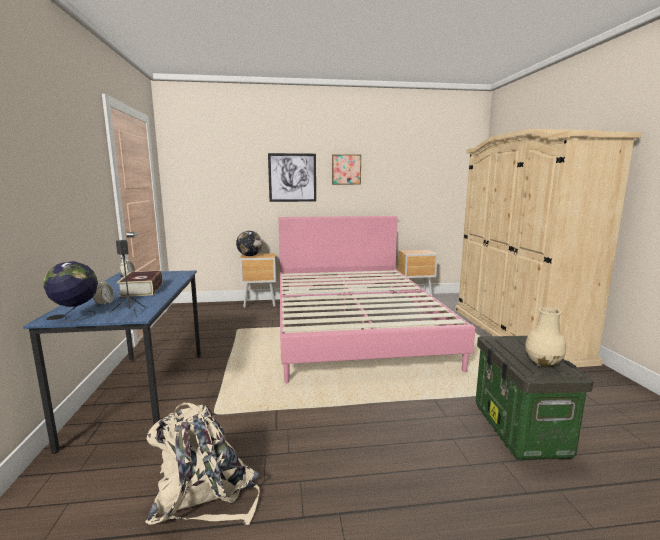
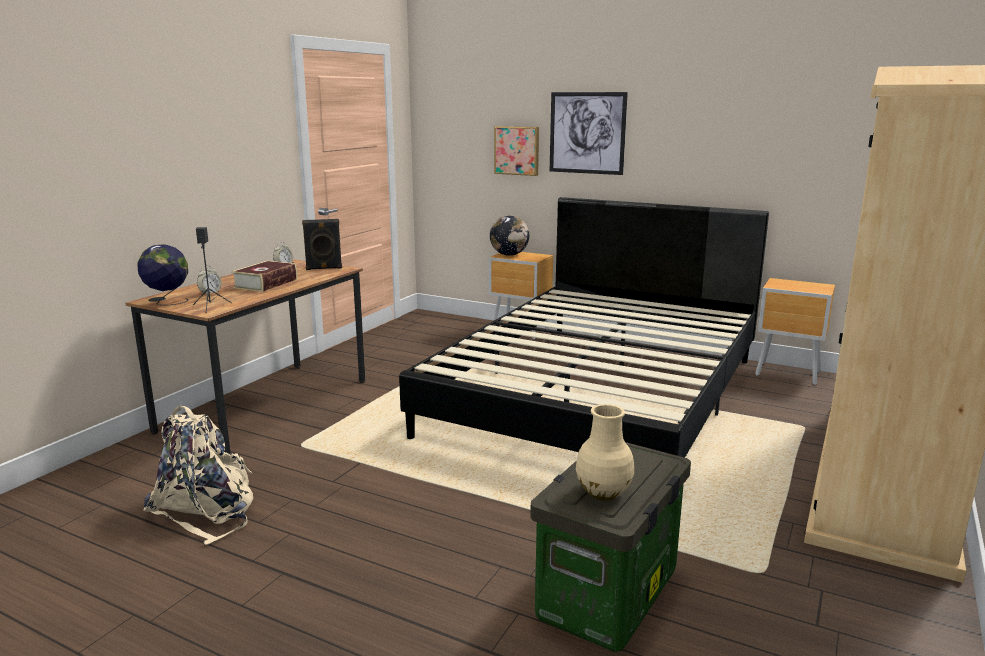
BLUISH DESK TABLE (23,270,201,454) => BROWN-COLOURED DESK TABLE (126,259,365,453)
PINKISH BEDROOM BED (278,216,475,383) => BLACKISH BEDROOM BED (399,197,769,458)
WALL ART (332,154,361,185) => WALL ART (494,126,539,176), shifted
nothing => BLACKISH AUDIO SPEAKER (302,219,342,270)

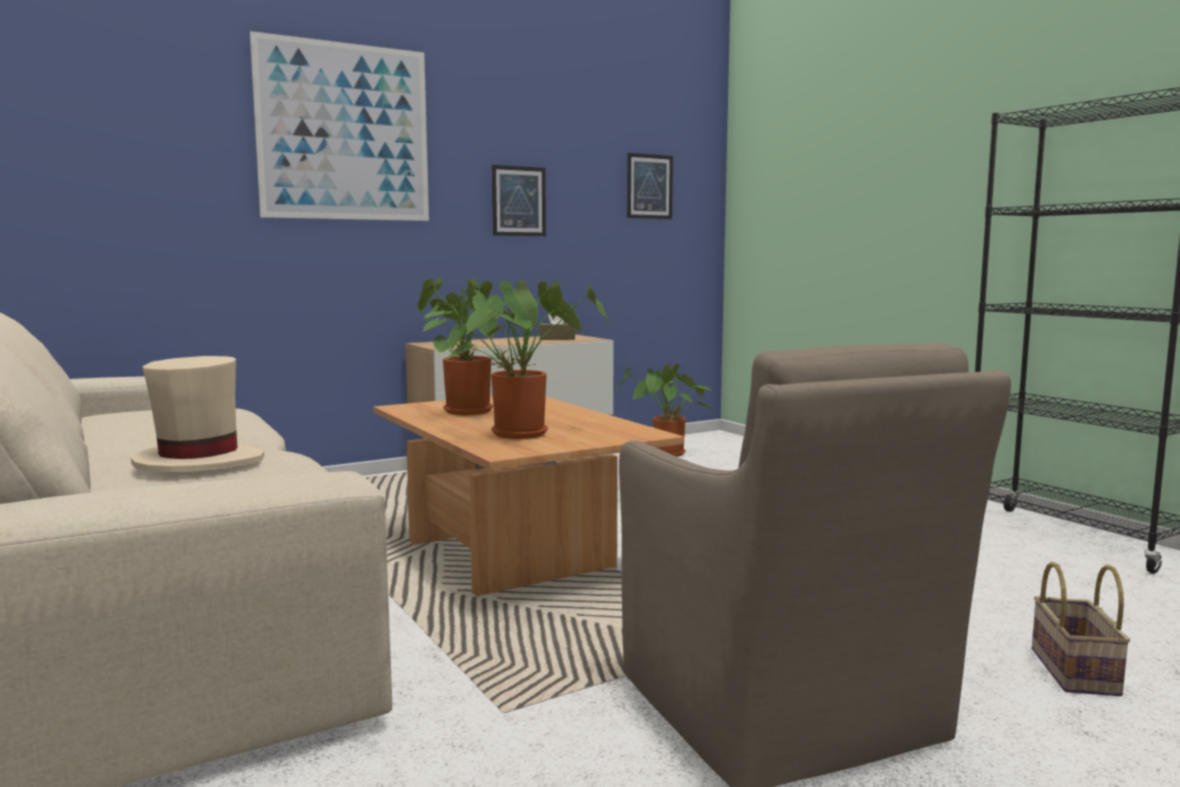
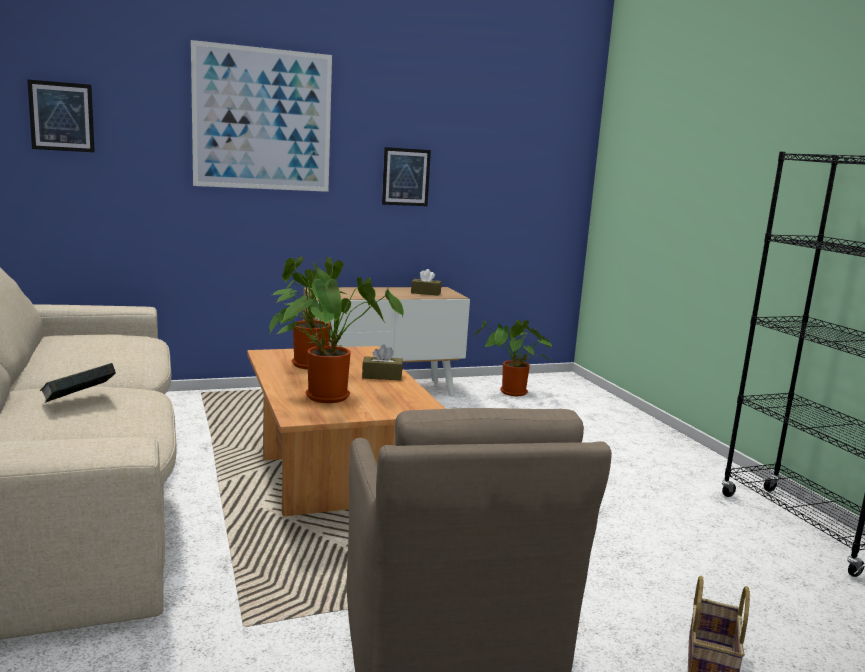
BEIGE WEARABLE HAT (131,356,264,472) => BOOK (40,363,116,403)
WALL ART (627,153,673,219) => WALL ART (27,79,95,152), shifted
nothing => BROWN-COLOURED BOX OF TISSUES (362,345,403,380)

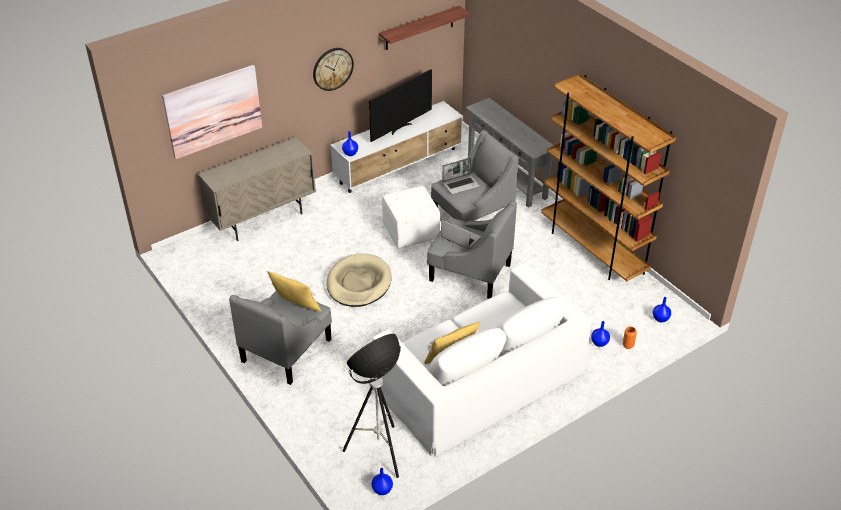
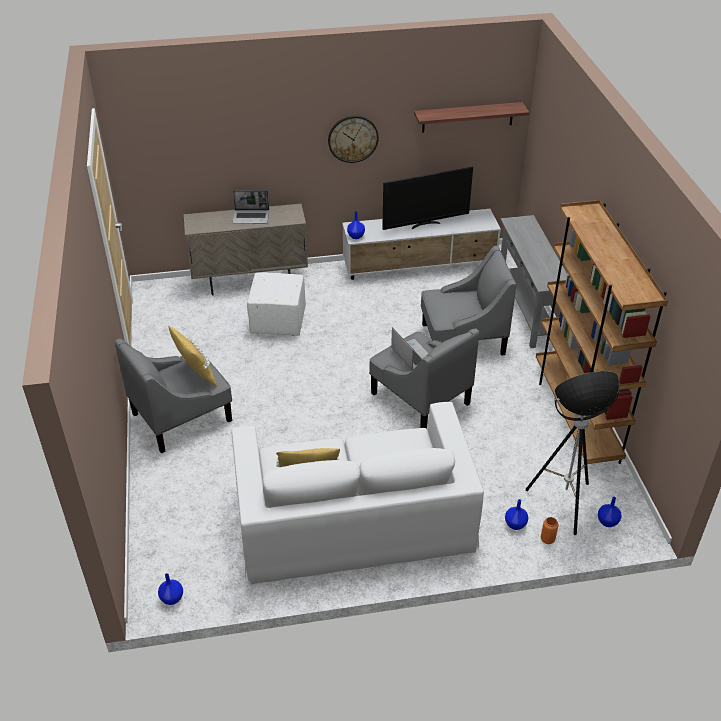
WALL ART (162,65,262,159) => nothing
BEIGE DOG BED (326,254,392,307) => nothing
STANDARD LAMP (342,333,401,478) => STANDARD LAMP (525,371,619,535), shifted
WHITISH FOOTREST (382,186,440,249) => WHITISH FOOTREST (247,273,306,336), shifted
PORTABLE COMPUTER (442,158,480,194) => PORTABLE COMPUTER (232,190,269,223), shifted

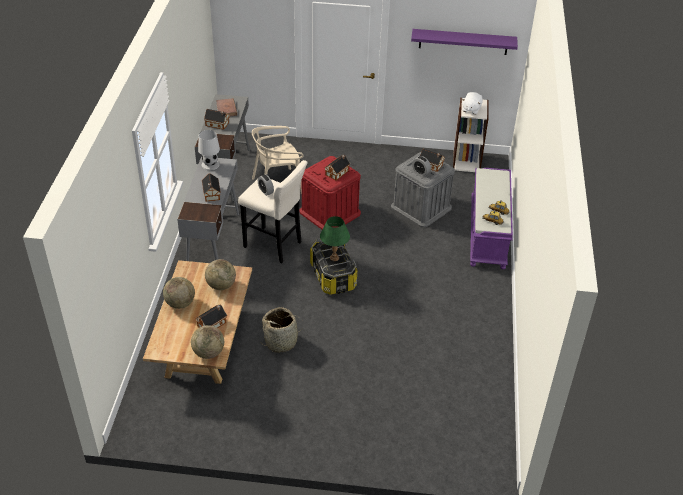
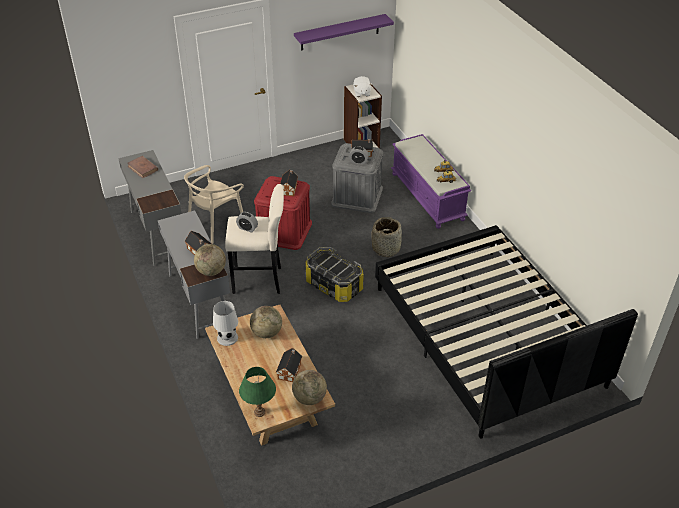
WORLD GLOBE (163,277,195,309) => WORLD GLOBE (194,244,226,276), shifted
WHITISH TABLETOP LAMP (198,130,220,171) => WHITISH TABLETOP LAMP (213,301,238,346), shifted
TOY HOUSE (204,109,230,130) => nothing
BASKET (261,307,303,353) => BASKET (371,217,402,257), shifted
GREEN-COLOURED TABLETOP LAMP (320,216,350,261) => GREEN-COLOURED TABLETOP LAMP (239,367,276,417), shifted
nothing => BLACKISH BEDROOM BED (375,225,638,439)

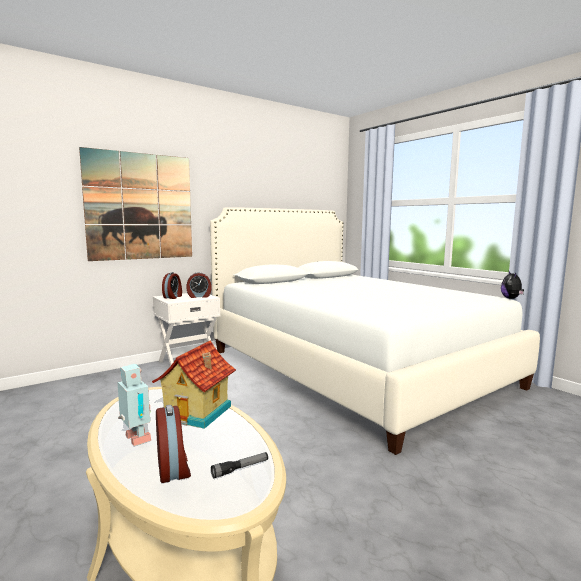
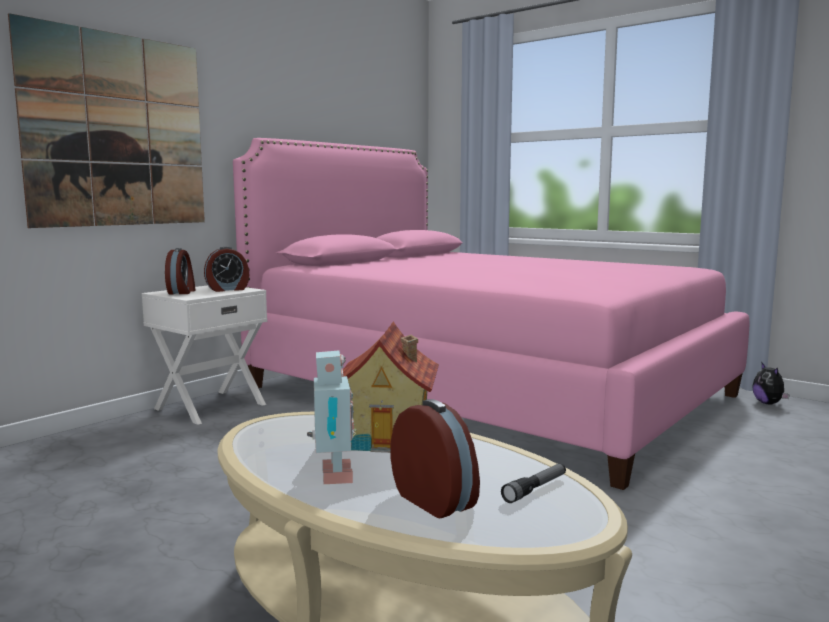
ROBOT FIGURE (118,364,151,446) => ROBOT FIGURE (307,350,357,484), 45 degrees clockwise
WHITISH BEDROOM BED (210,207,540,455) => PINKISH BEDROOM BED (233,138,749,490)
SOFT TOY (501,271,524,299) => SOFT TOY (752,363,790,405), shifted

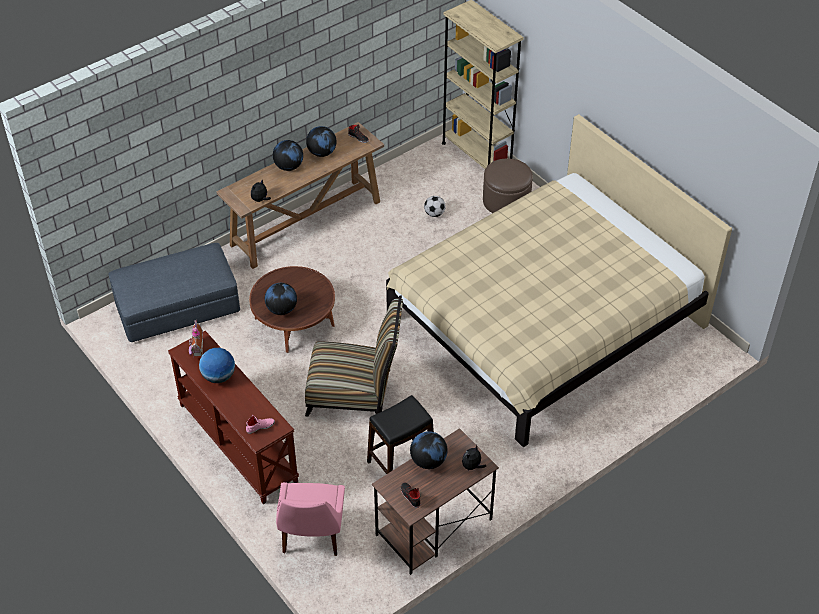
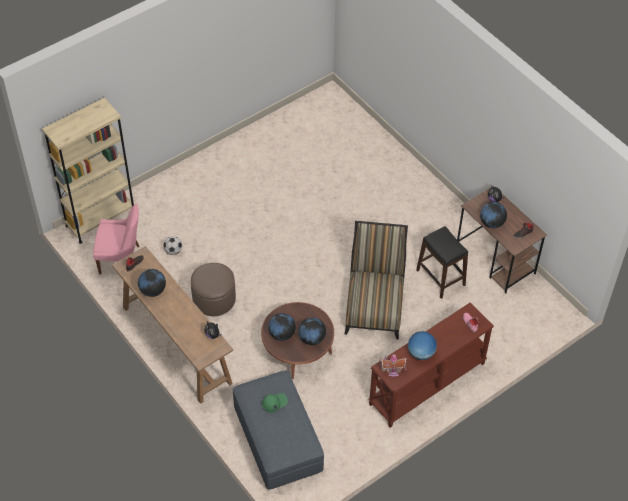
WORLD GLOBE (273,140,303,171) => WORLD GLOBE (268,313,296,341), shifted
PINKISH CHAIR (276,482,345,556) => PINKISH CHAIR (93,203,139,274), shifted
BEIGE BEDROOM BED (386,114,732,447) => nothing
BROWN-COLOURED FOOTREST (483,159,533,213) => BROWN-COLOURED FOOTREST (191,263,236,316), shifted
nothing => GREEN-COLOURED CAP (262,393,288,413)

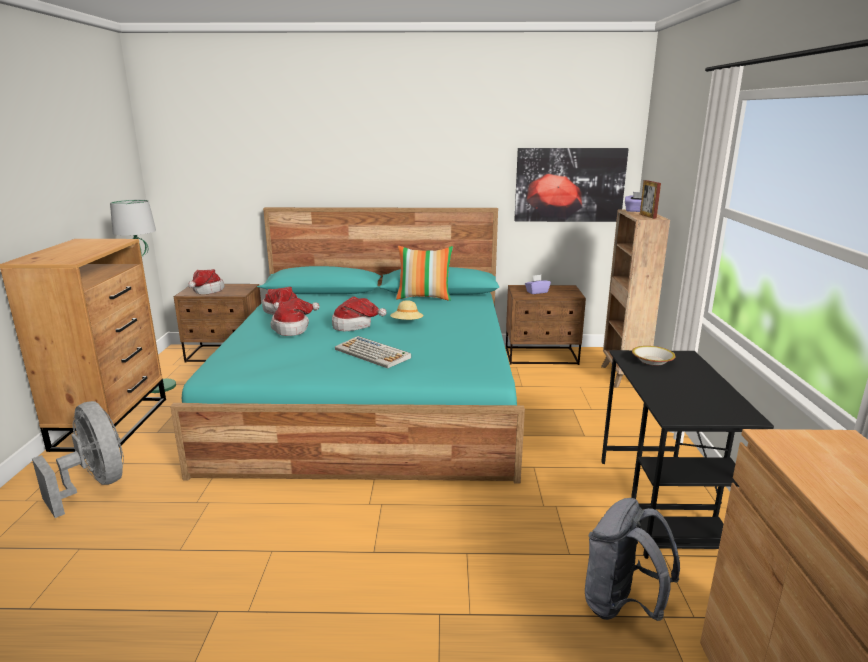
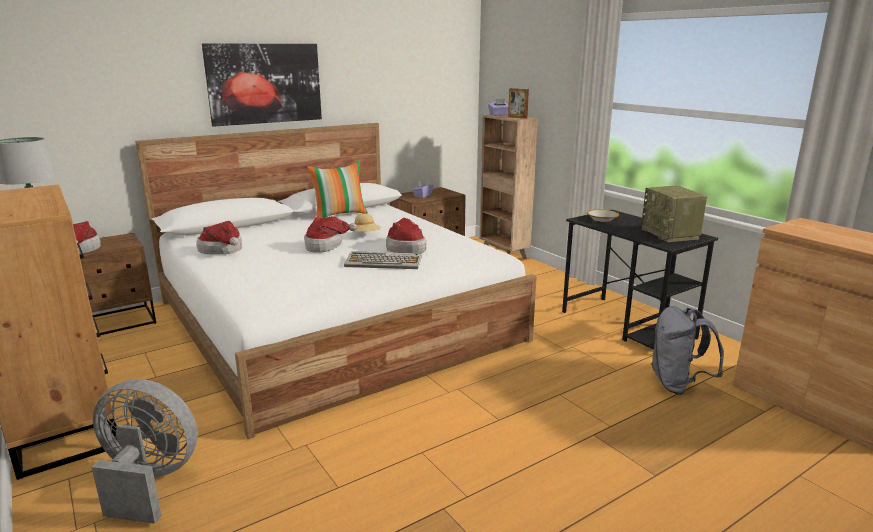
BLUE-GREEN BEDROOM BED (170,207,525,484) => WHITISH BEDROOM BED (135,123,537,439)
WEARABLE HAT (270,298,320,336) => WEARABLE HAT (386,218,427,253), shifted
WALL ART (514,148,629,222) => WALL ART (202,43,322,127), shifted
nothing => RADIO RECEIVER (641,186,707,242)

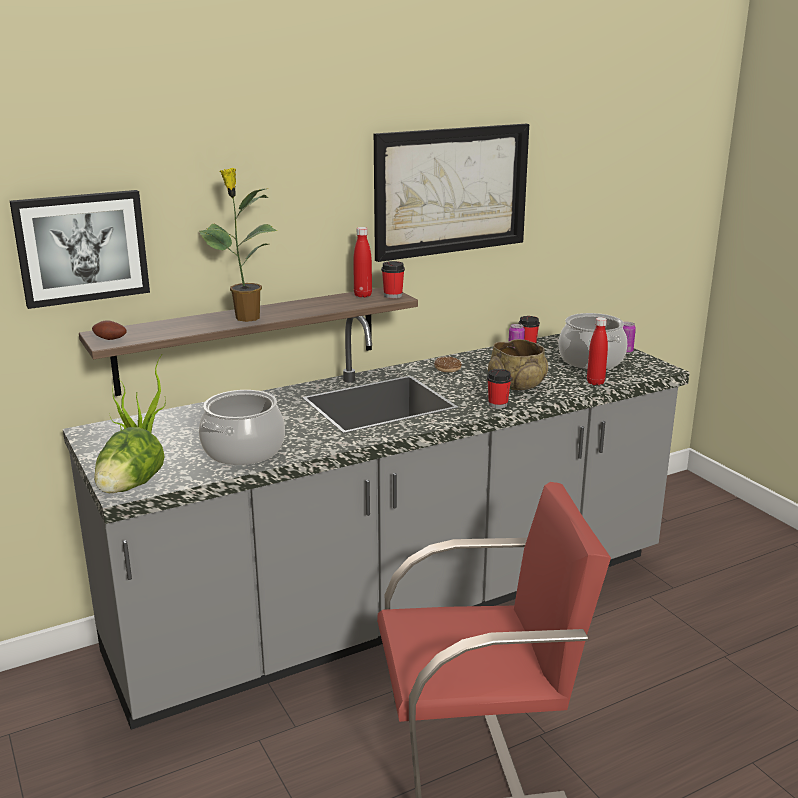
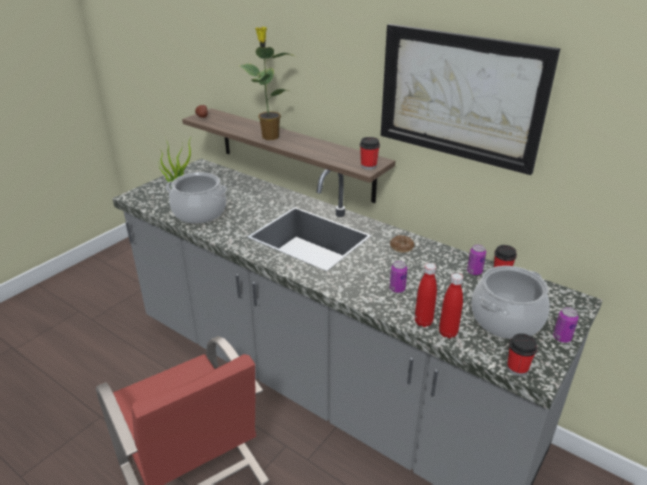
WALL ART (10,190,150,309) => nothing
LETTUCE (94,427,165,493) => nothing
RED-COLOURED BEVERAGE BOTTLE (353,227,372,297) => RED-COLOURED BEVERAGE BOTTLE (415,263,437,327), shifted
SMALL CUP (487,369,512,408) => SMALL CUP (507,333,538,376), shifted
BEIGE BOWL (488,339,548,390) => SEALED CAN (390,261,407,293)

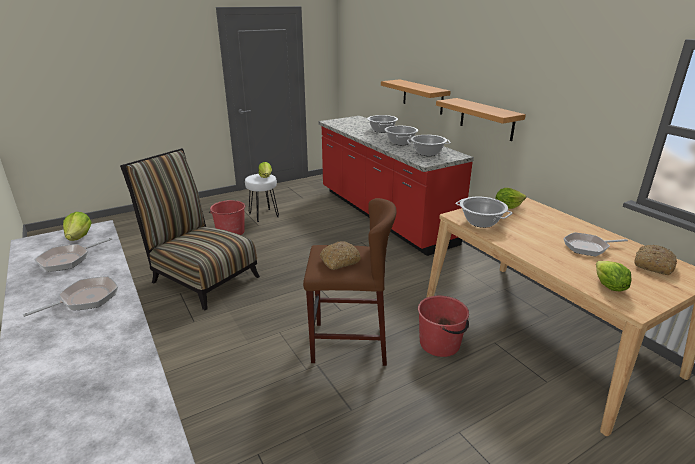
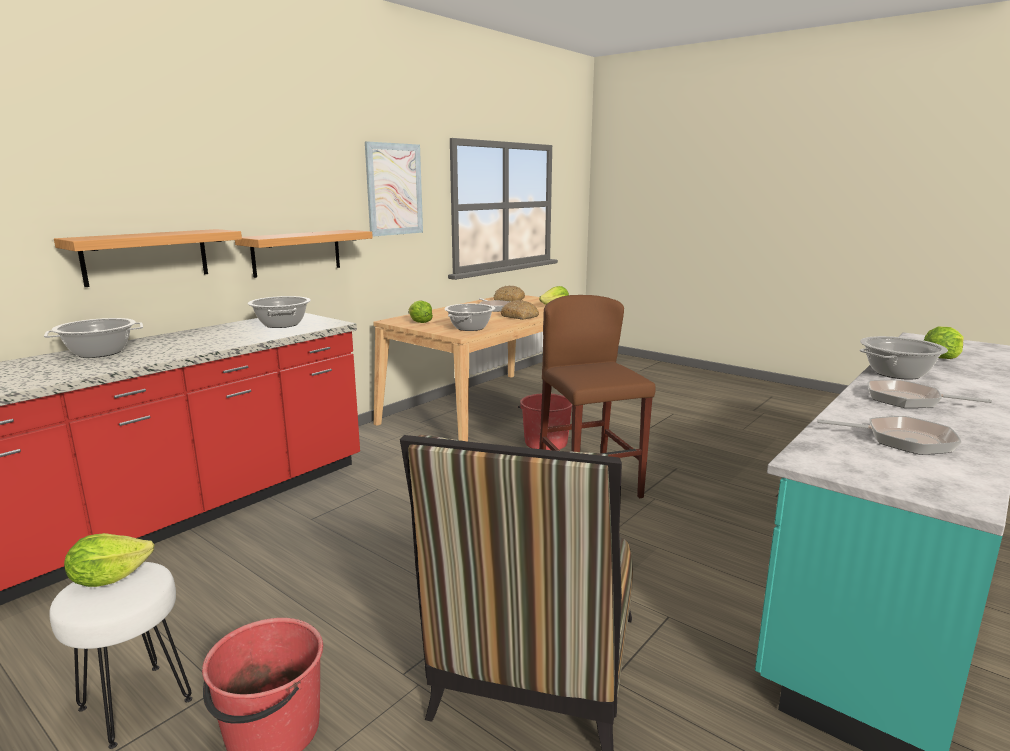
LETTUCE (63,212,92,241) => LETTUCE (924,327,964,359), shifted
BREAD (320,241,361,270) => BREAD (500,300,539,320), shifted
COOKING POT (384,126,418,145) => COOKING POT (860,336,948,380), shifted
nothing => WALL ART (365,141,423,237)

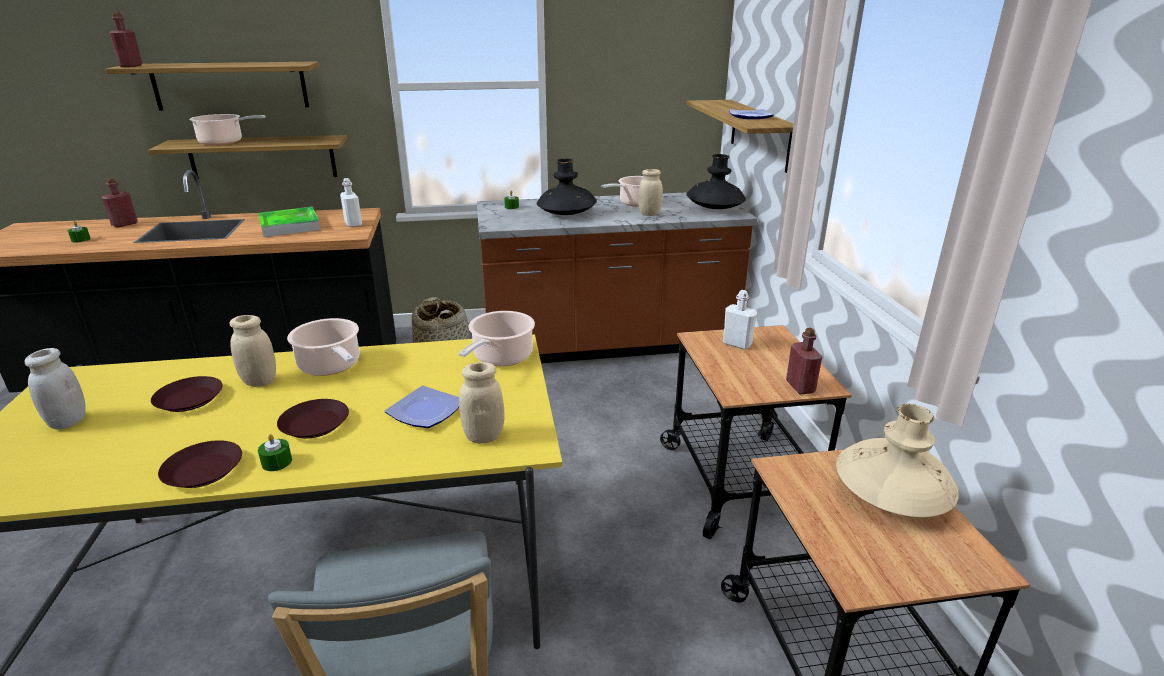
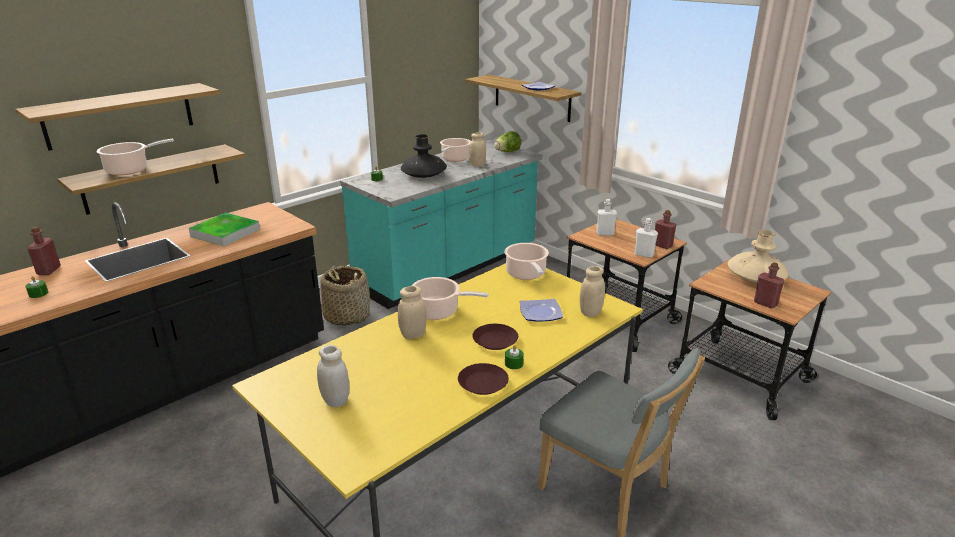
RED-COLOURED BEVERAGE BOTTLE (109,12,143,67) => RED-COLOURED BEVERAGE BOTTLE (754,262,784,309), shifted
BROWN-COLOURED PLATE (151,376,223,412) => nothing
WHITISH BEVERAGE BOTTLE (340,178,362,227) => WHITISH BEVERAGE BOTTLE (634,218,658,258), shifted
BROWN-COLOURED COUNTER (477,192,758,363) => BLUE-GREEN COUNTER (340,140,542,309)
BLACKISH VASE (686,154,746,209) => LETTUCE (494,131,521,152)

